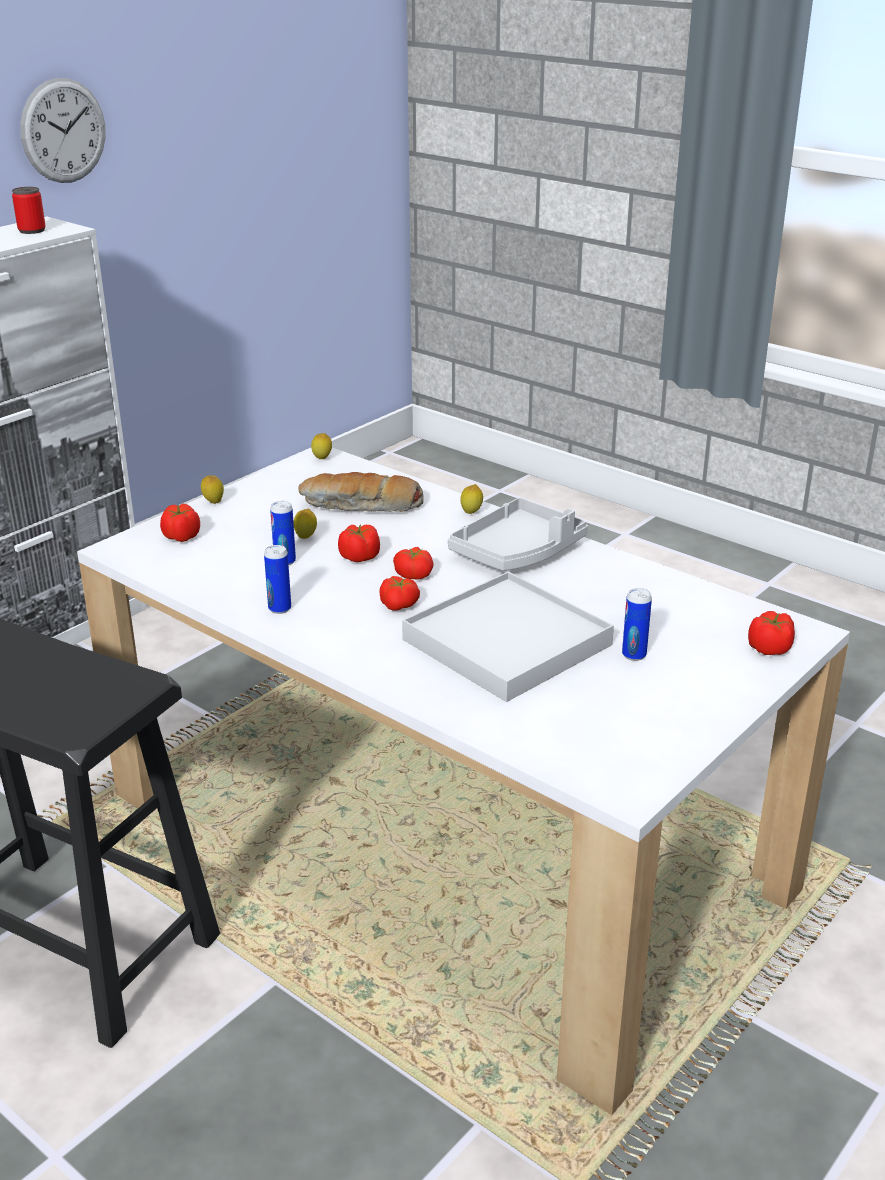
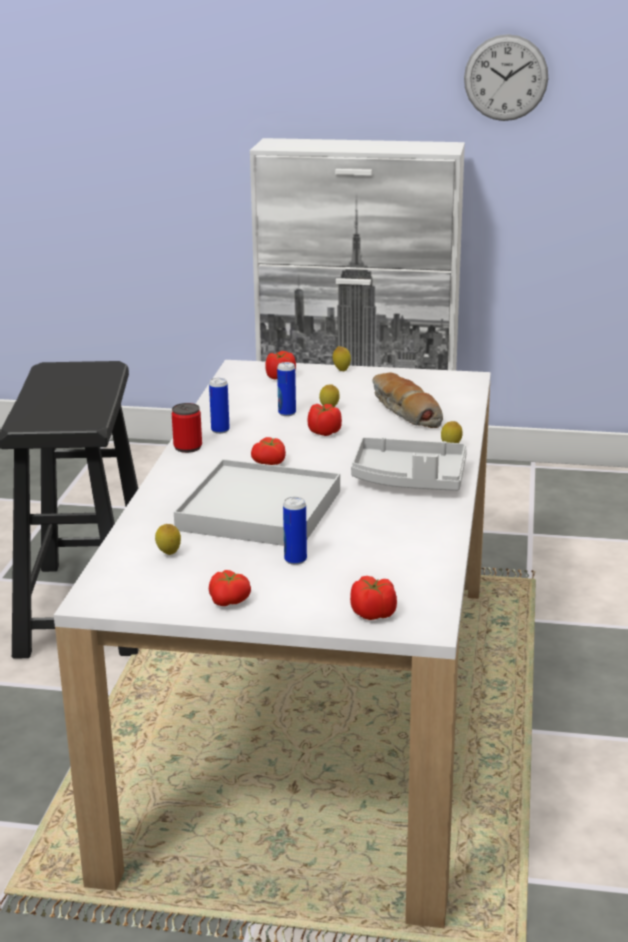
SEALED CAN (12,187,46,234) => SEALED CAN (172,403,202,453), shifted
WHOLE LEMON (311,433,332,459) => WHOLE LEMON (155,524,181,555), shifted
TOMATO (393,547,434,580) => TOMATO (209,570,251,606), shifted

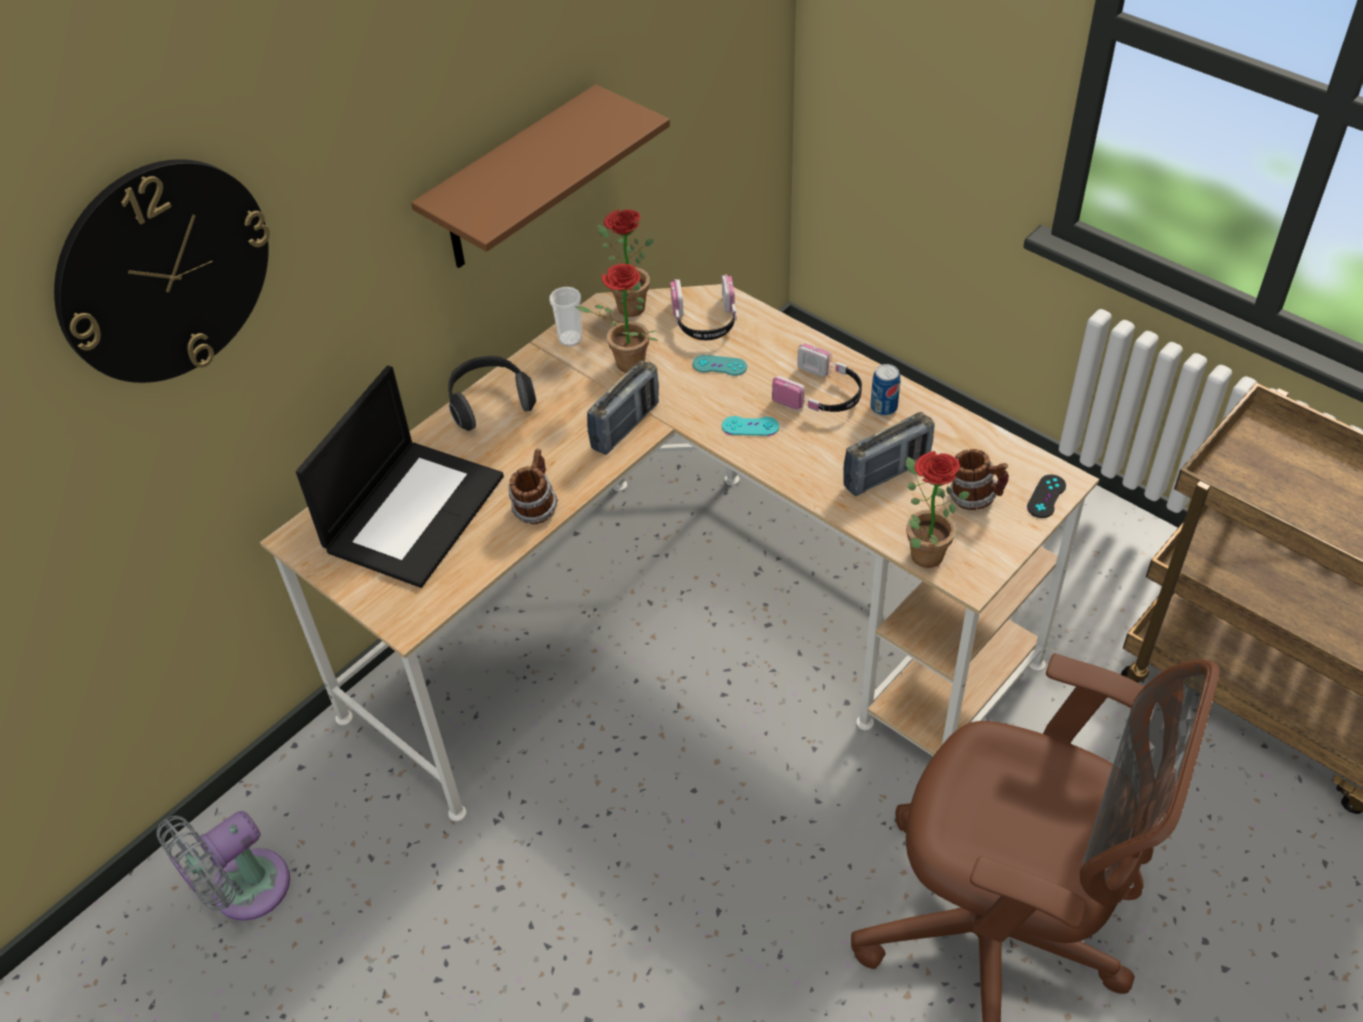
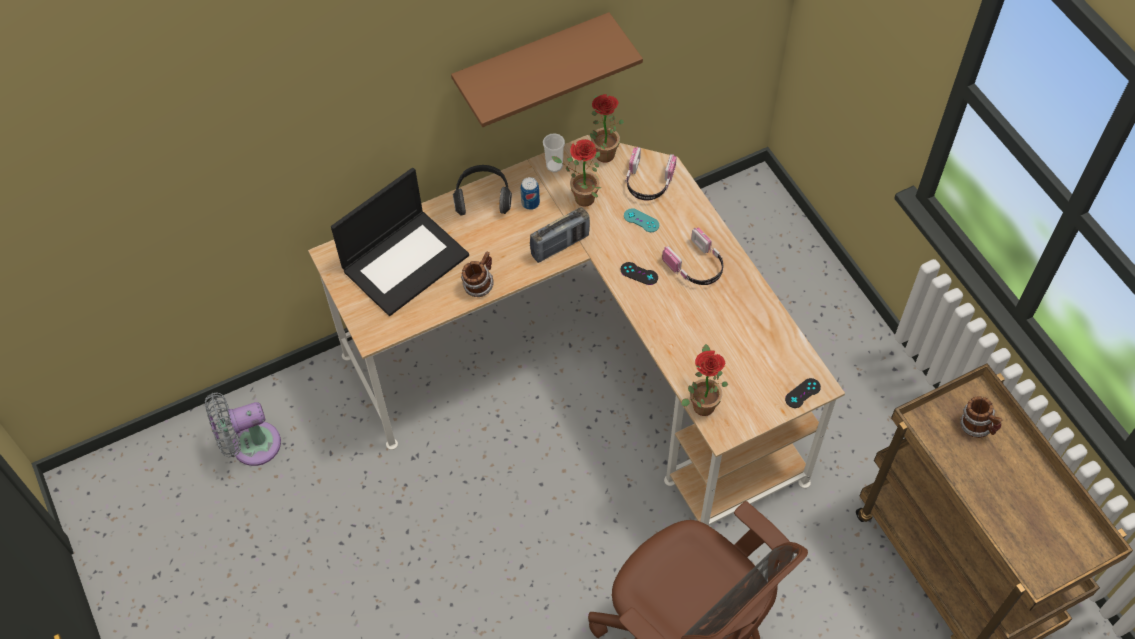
WALL CLOCK (54,159,270,383) => nothing
BLUE-GREEN GAMEPAD (722,416,779,436) => BLACKISH GAMEPAD (621,262,658,285)
RADIO RECEIVER (843,412,934,496) => nothing
SEALED CAN (870,364,900,416) => SEALED CAN (521,177,540,210), shifted
TEA MUG (950,449,1009,510) => TEA MUG (960,396,1002,438), shifted

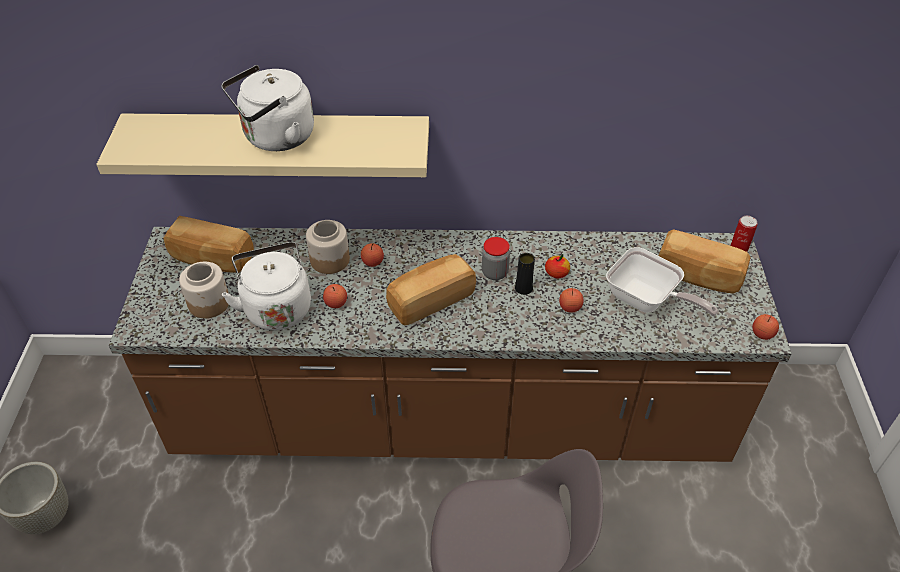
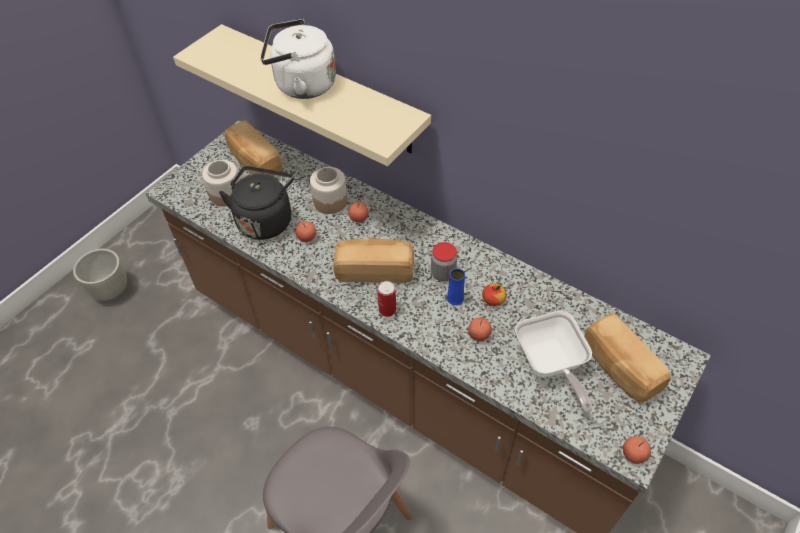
WHITISH KETTLE (222,242,311,331) => BLACKISH KETTLE (219,166,294,240)
BLACKISH VASE (515,253,535,295) => BLUISH VASE (447,268,465,305)
SEALED CAN (730,216,758,252) => SEALED CAN (378,281,396,317), shifted

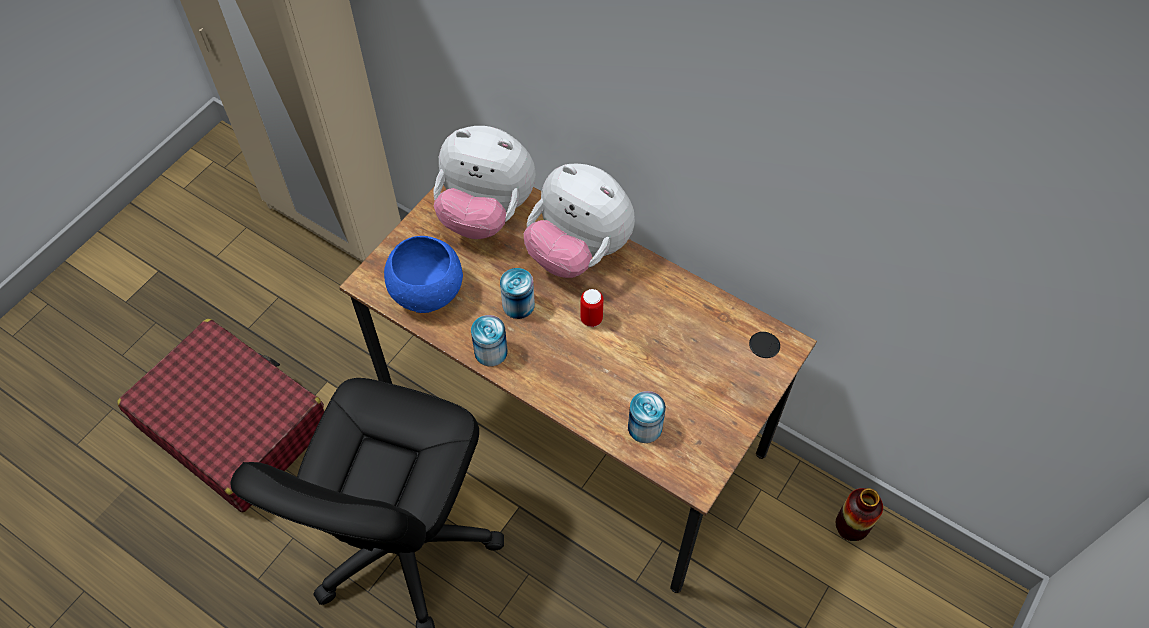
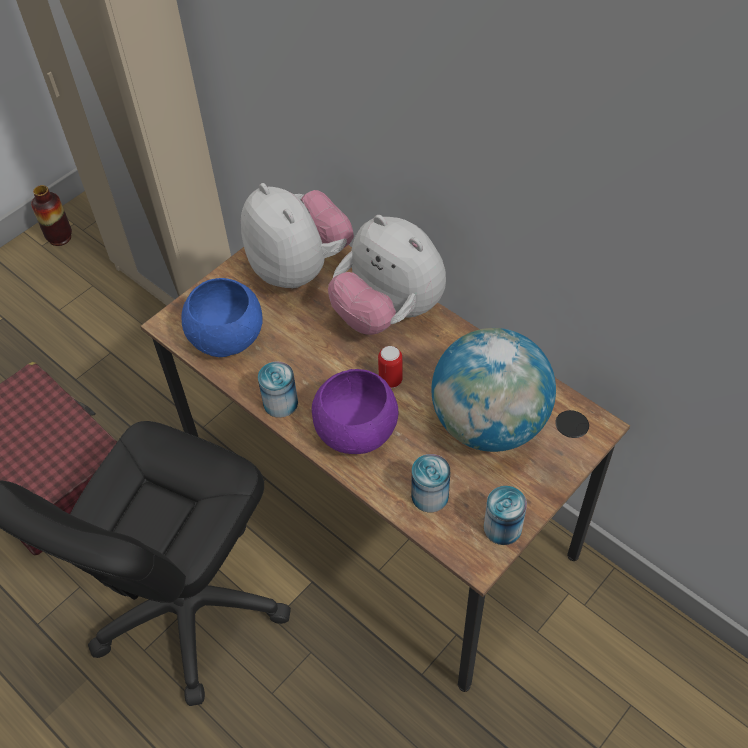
SOFT TOY (433,126,536,239) => SOFT TOY (241,183,354,288), 150 degrees counterclockwise
SEALED CAN (500,268,535,319) => SEALED CAN (484,486,527,545), shifted
VASE (836,488,883,541) => VASE (31,185,72,246), shifted
nothing => PURPLISH BOWL (312,369,398,454)
nothing => WORLD GLOBE (432,328,556,452)

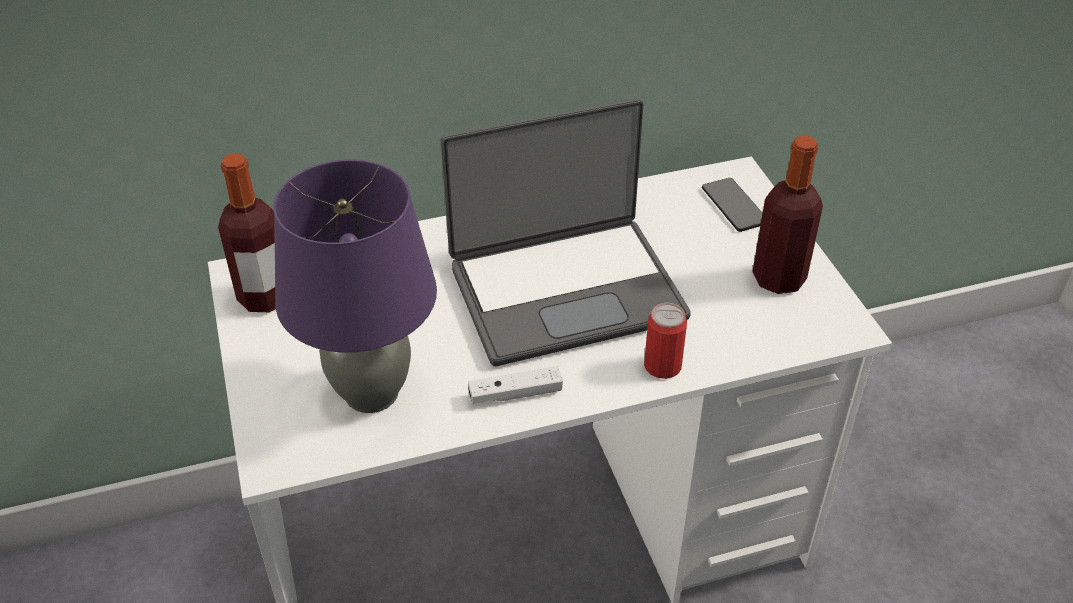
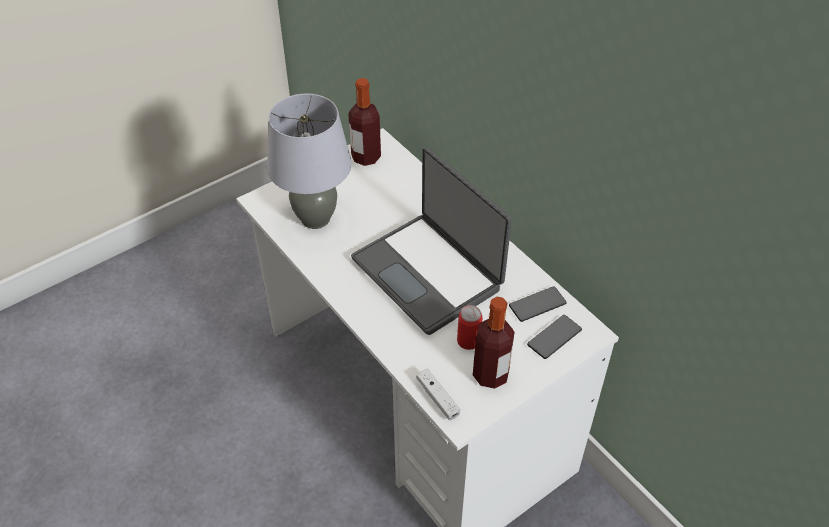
PURPLISH TABLETOP LAMP (273,160,437,413) => GREY TABLETOP LAMP (267,94,351,229)
WHITISH GAMEPAD (468,366,563,404) => WHITISH GAMEPAD (416,368,460,420), shifted
SEALED CAN (644,303,687,379) => SEALED CAN (457,305,483,350), shifted
nothing => TELEPHONE (509,286,567,322)

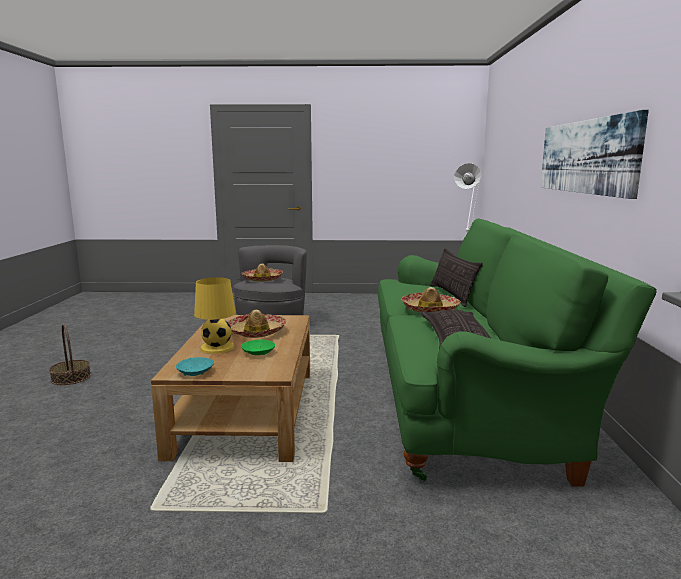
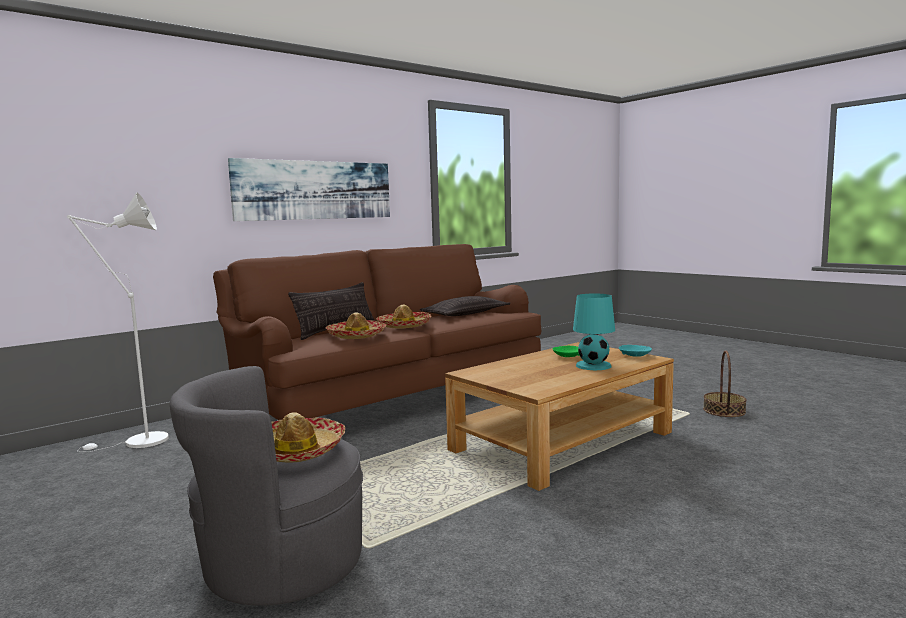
BASKET (49,324,91,385) => BASKET (703,351,747,417), shifted
YELLOW TABLETOP LAMP (194,277,236,354) => BLUE-GREEN TABLETOP LAMP (573,294,615,370)
WEARABLE HAT (228,310,286,338) => WEARABLE HAT (325,312,386,339), shifted
GREEN-COLOURED SETTEE (378,219,657,487) => BROWN-COLOURED SETTEE (213,244,541,420)

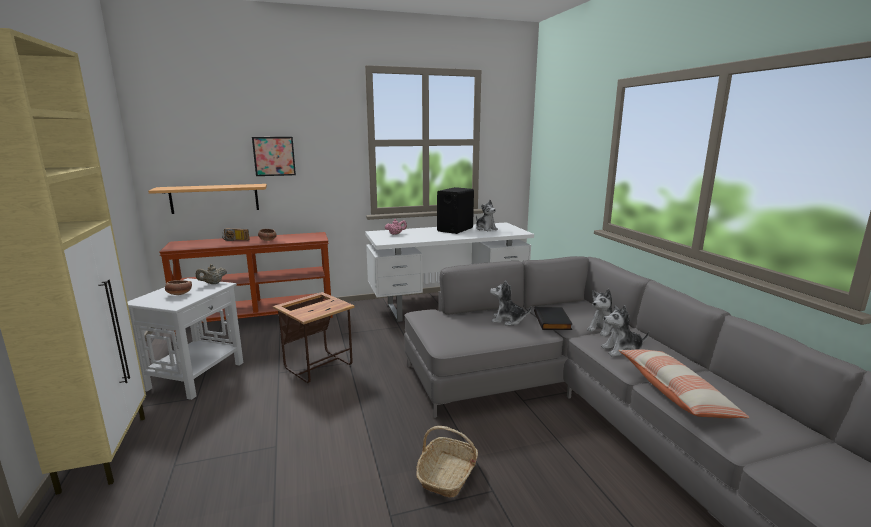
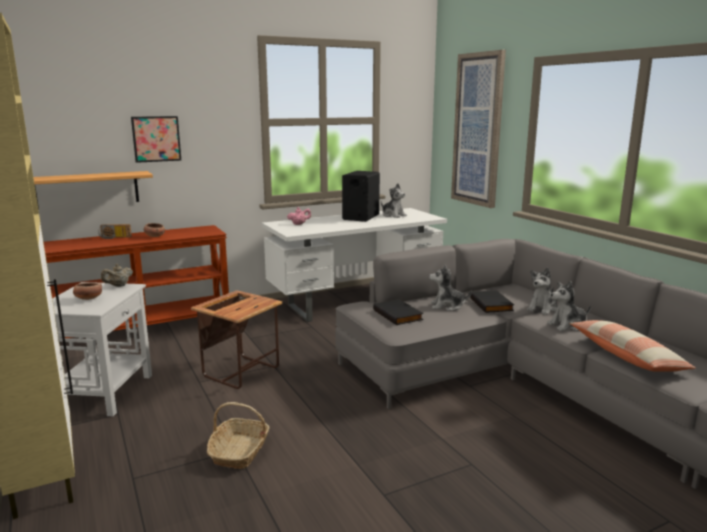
BASKET (416,426,478,497) => BASKET (207,402,270,469), shifted
nothing => BLACKISH BOOK (373,299,423,325)
nothing => WALL ART (451,50,506,208)

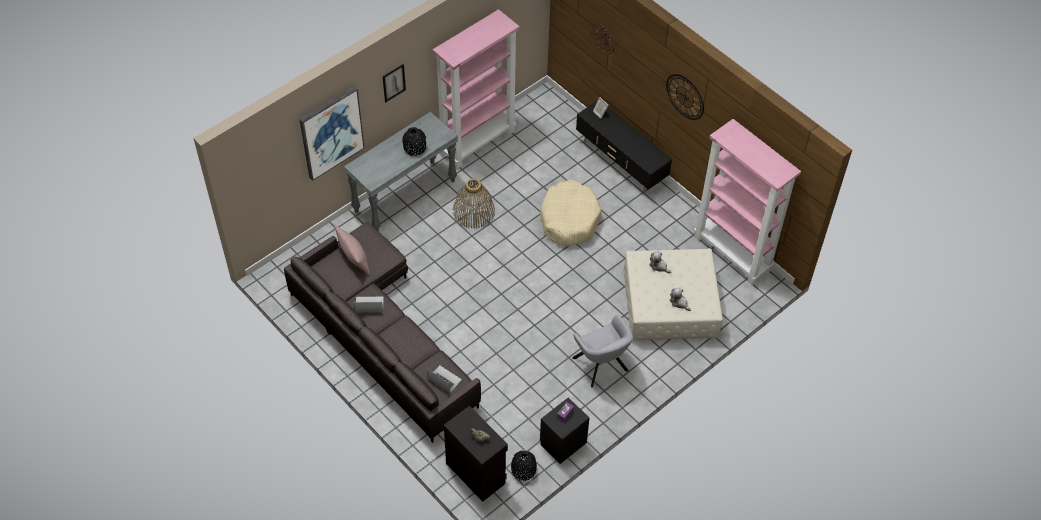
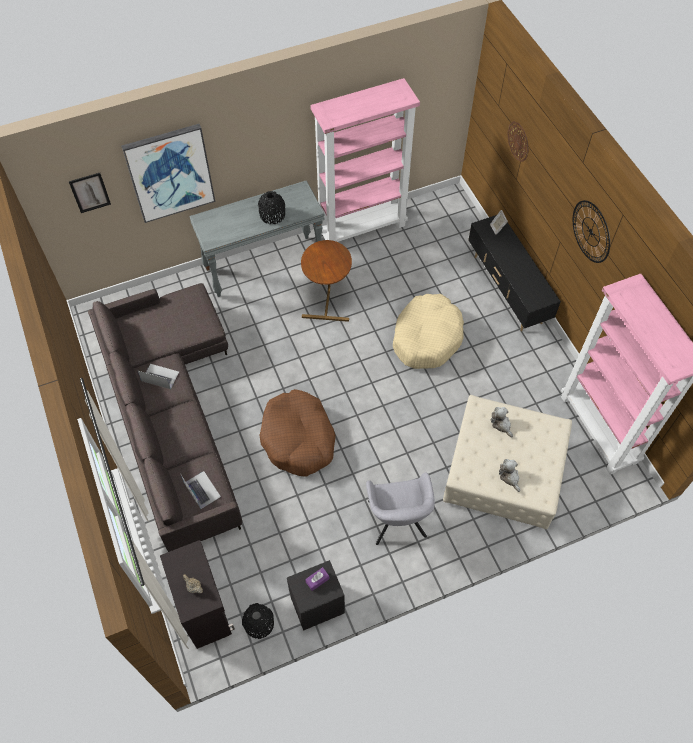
PINKISH PILLOW (334,225,370,275) => nothing
WALL ART (383,64,406,103) => WALL ART (69,173,111,213), shifted
BASKET (453,179,495,229) => BROWN-COLOURED SIDE TABLE (301,240,352,322)
nothing => BROWN-COLOURED DOG BED (260,389,336,477)

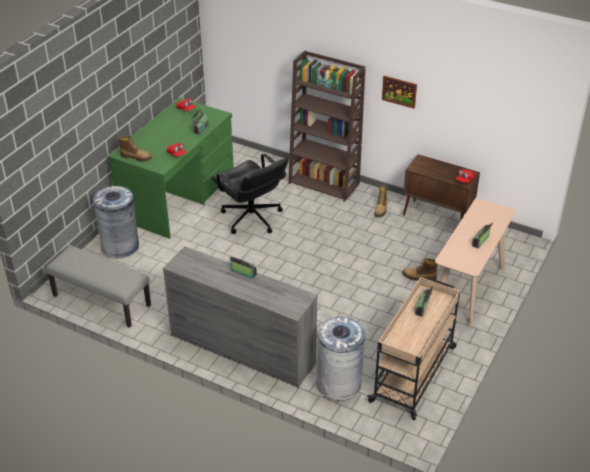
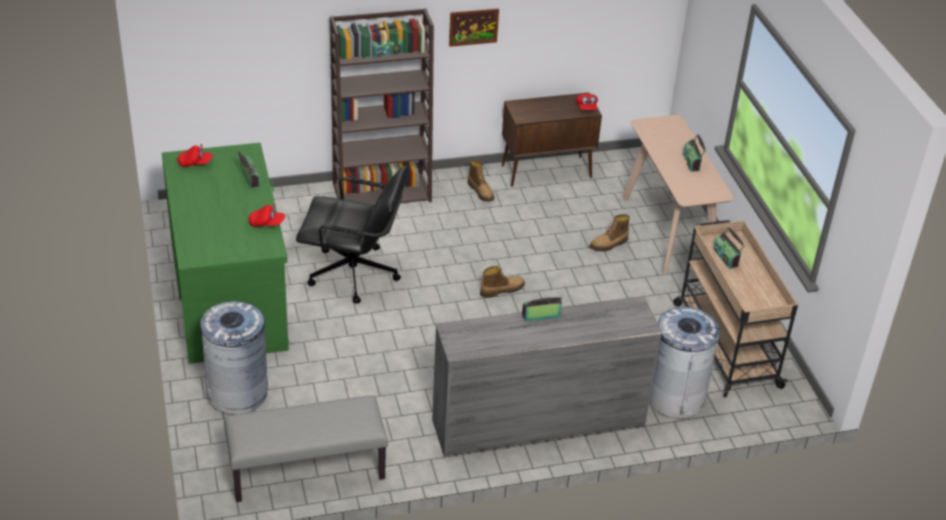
TALL BOOT (119,136,152,162) => TALL BOOT (480,266,525,298), shifted

